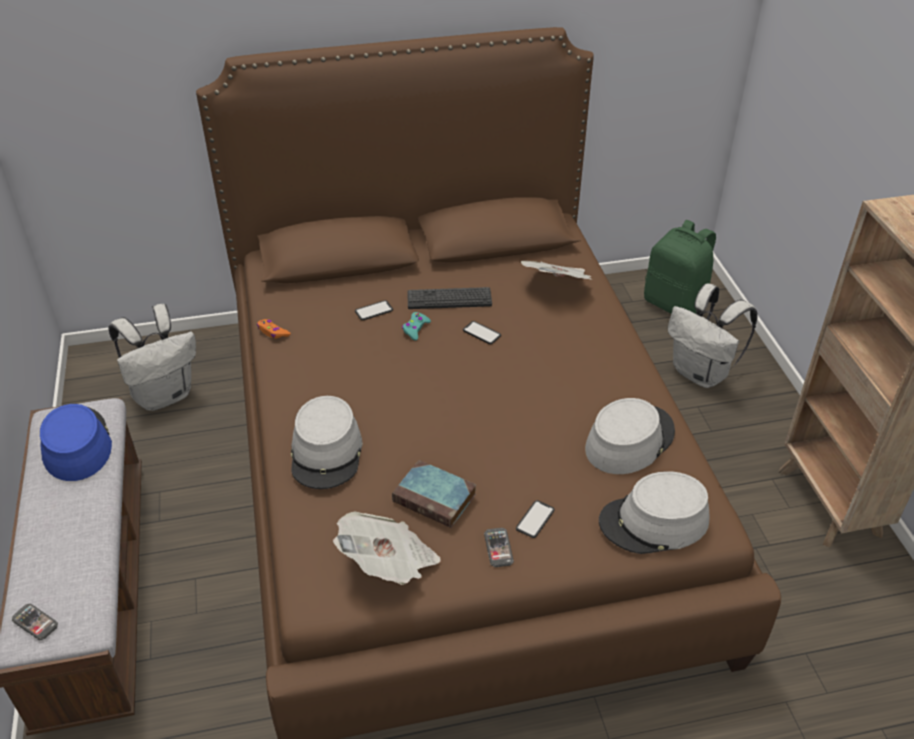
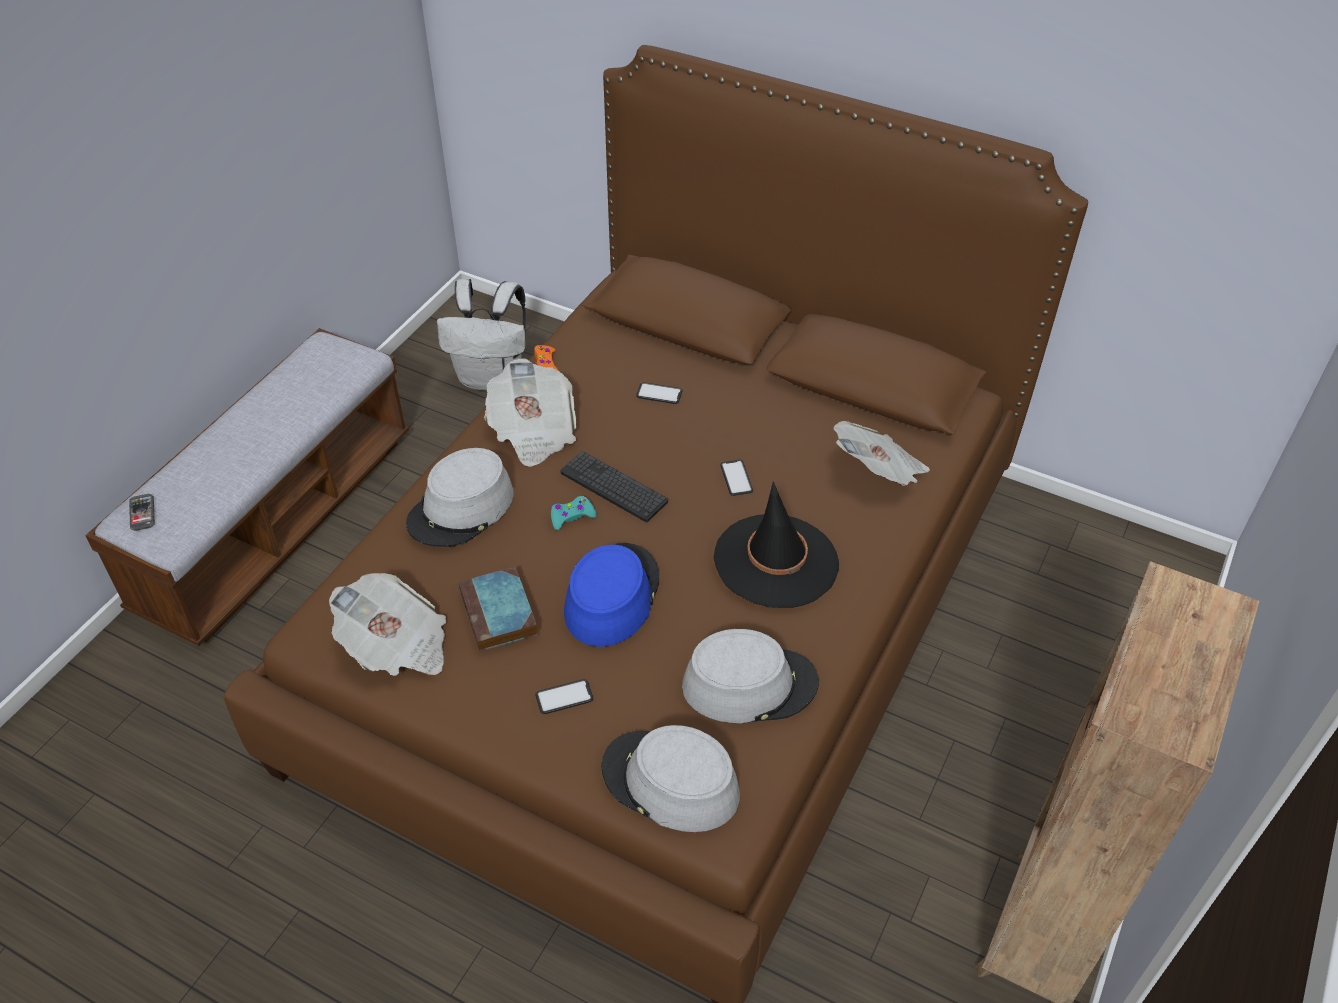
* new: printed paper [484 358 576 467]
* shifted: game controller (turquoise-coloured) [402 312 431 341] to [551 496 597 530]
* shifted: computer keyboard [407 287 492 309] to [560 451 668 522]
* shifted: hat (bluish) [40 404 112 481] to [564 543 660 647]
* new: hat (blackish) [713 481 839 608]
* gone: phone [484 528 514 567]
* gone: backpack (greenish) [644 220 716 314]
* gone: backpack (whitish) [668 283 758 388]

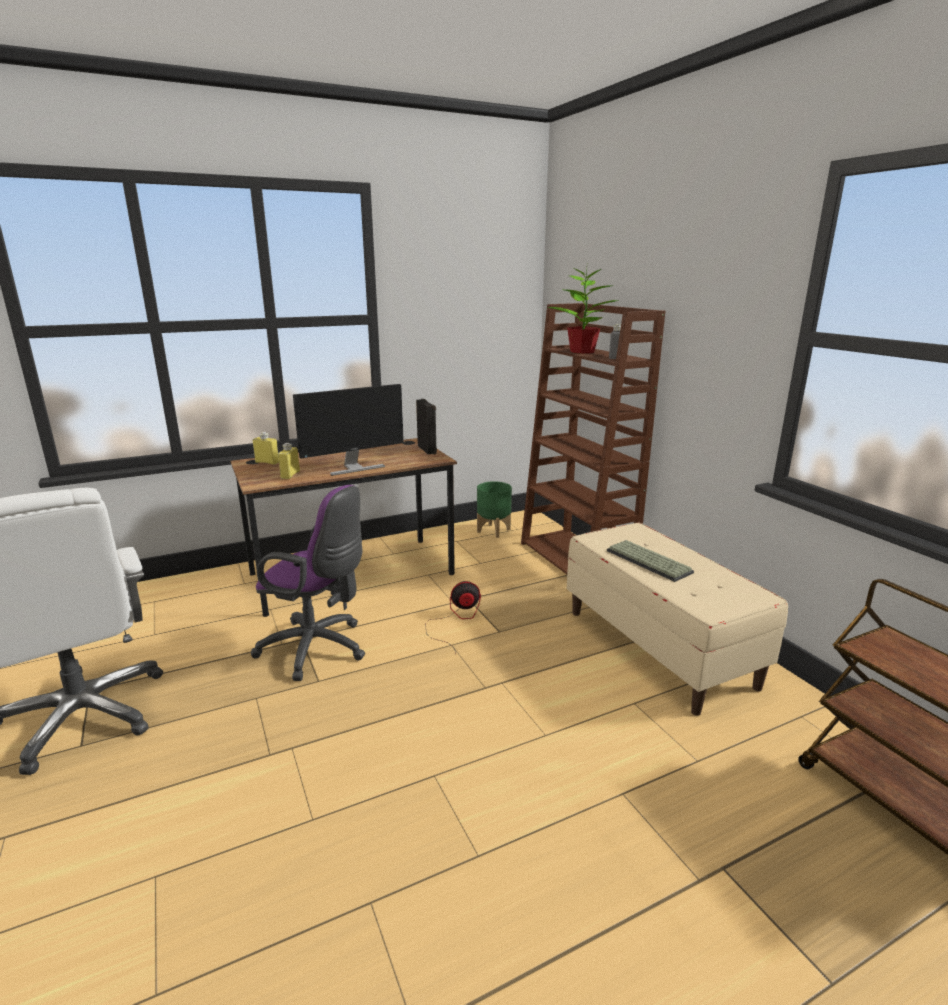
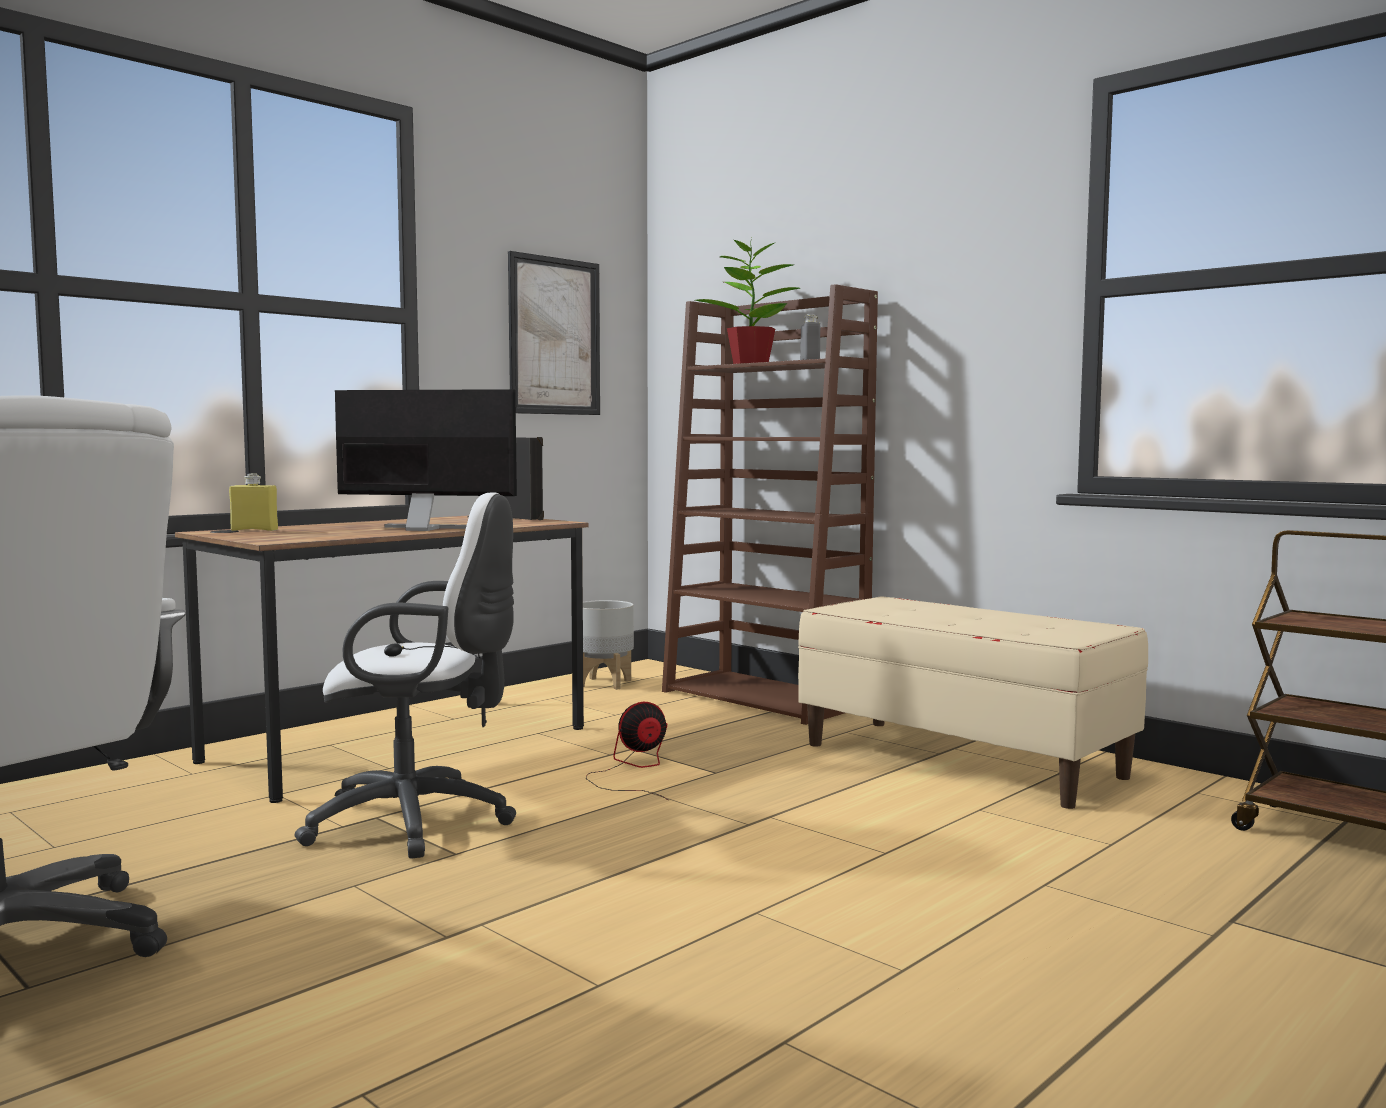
* repainted: office chair (purplish) [251 485 365 681] to office chair (whitish) [295 492 516 859]
* rotated: monitor [293 384 404 476] = [335 389 517 531] 120 degrees counterclockwise
* new: wall picture [508 251 600 415]
* repainted: plant pot (greenish) [477 481 512 538] to plant pot (greyish) [583 600 634 690]
* gone: beverage bottle (yellowish) [278 443 300 479]
* gone: computer keyboard [607 540 694 582]

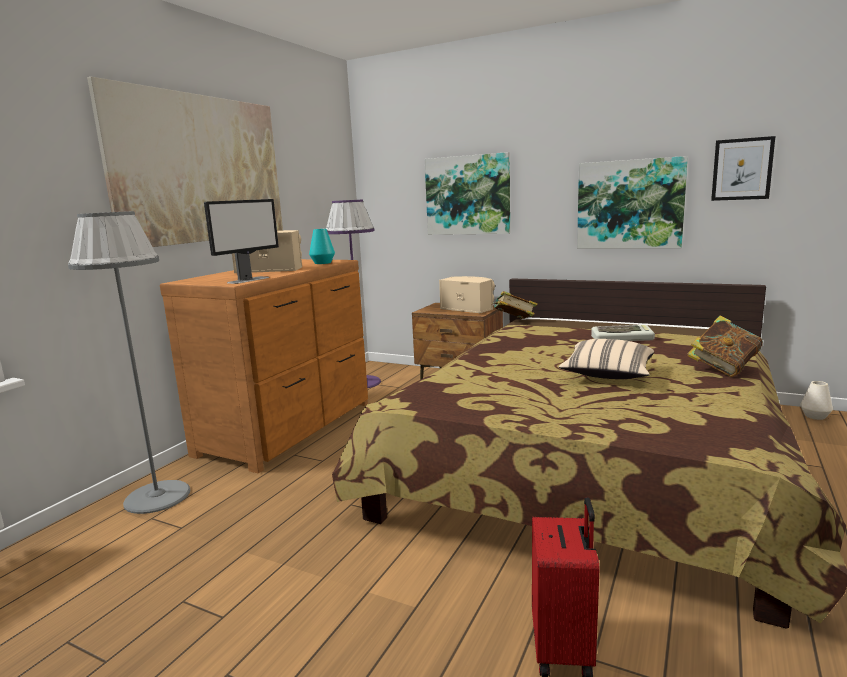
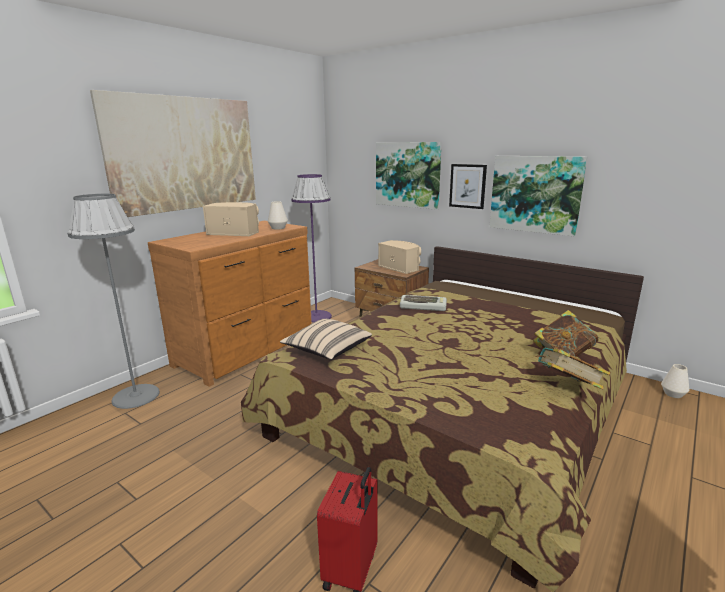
* repainted: vase (turquoise-coloured) [309 229 335 264] to vase (whitish) [268 201 288 230]
* shifted: pillow (sand-coloured) [559 339 654 379] to [280 319 372 360]
* shifted: computer keyboard [591 325 655 341] to [400 295 447 311]
* shifted: wall picture [711 136 775 201] to [449 164 487 209]
* shifted: book [492 291 538 319] to [535 348 610 390]
* gone: monitor [204 199 279 284]

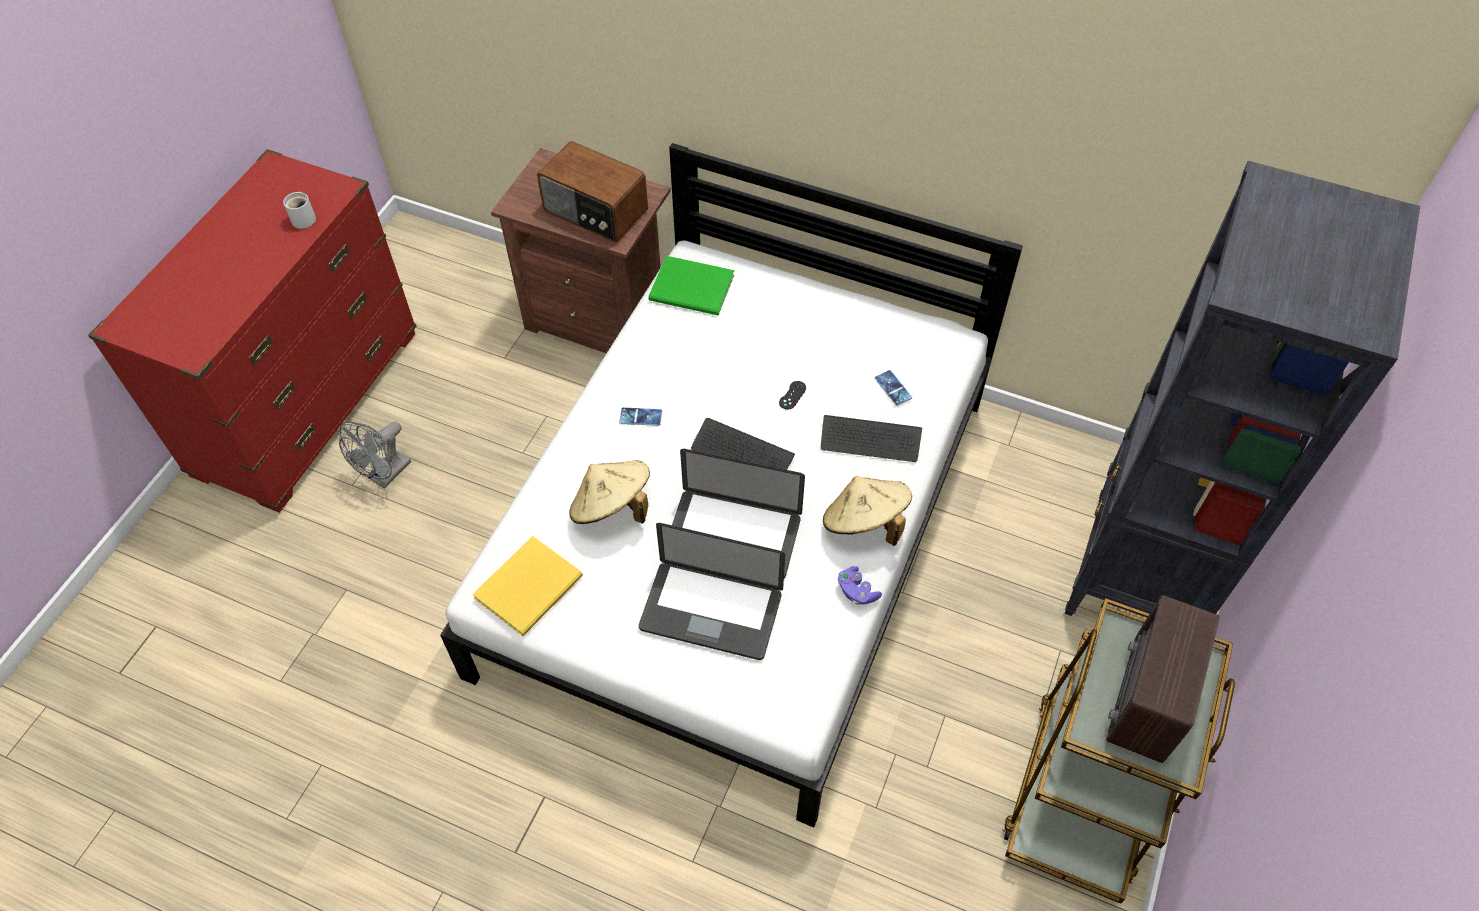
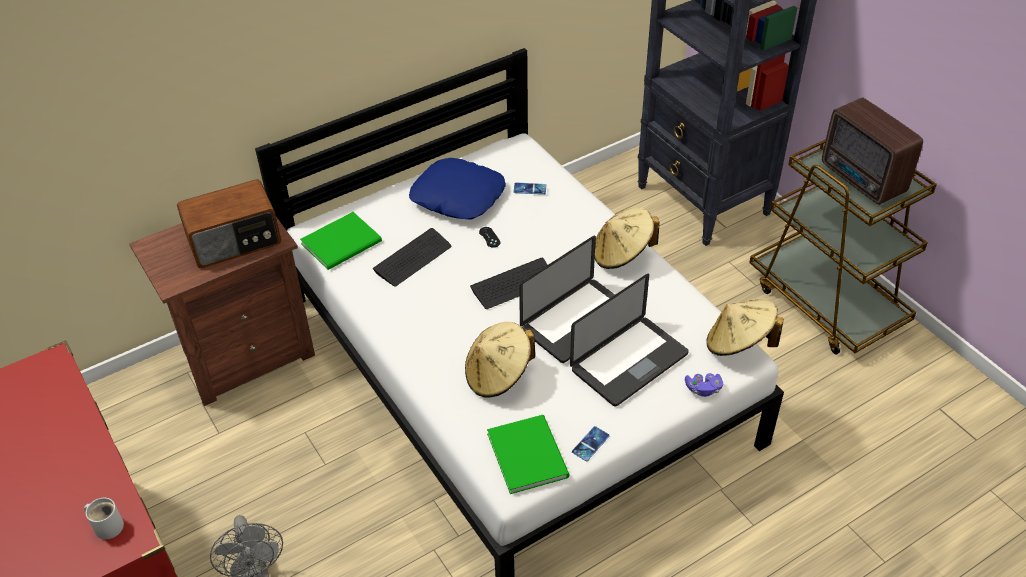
* shifted: coffee mug (whitish) [283 192 316 229] to [84 498 124 539]
* shifted: computer keyboard [821 415 922 462] to [373 228 451 287]
* new: pillow (bluish) [409 158 506 220]
* repainted: book (yellowish) [473 536 583 636] to book (greenish) [487 415 569 494]
* shifted: phone [619 407 662 426] to [572 426 610 461]
* shifted: game controller (purplish) [838 566 882 605] to [685 373 723 397]
* new: hat (sand-coloured) [706 300 784 356]

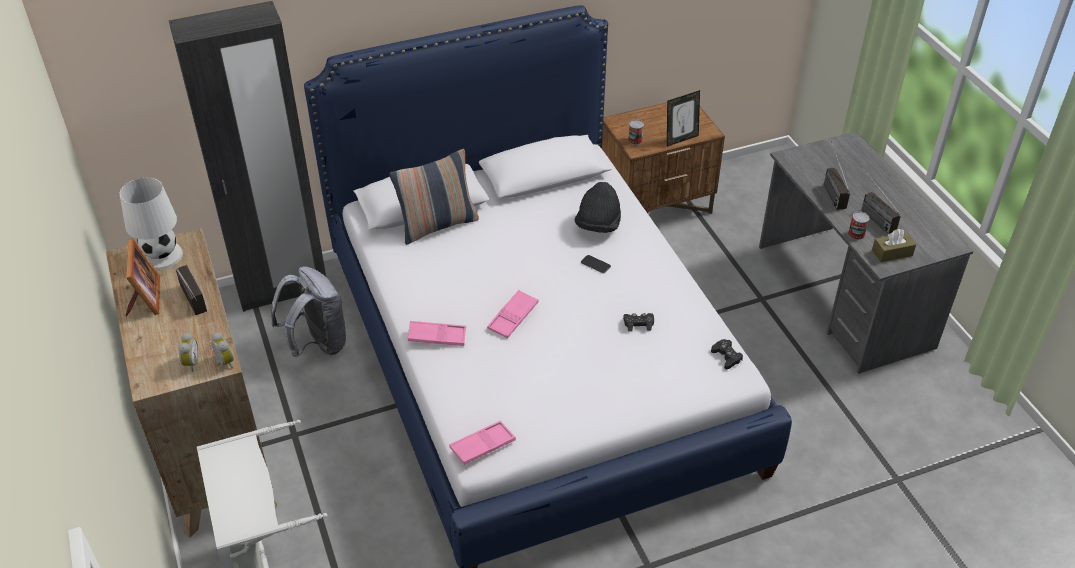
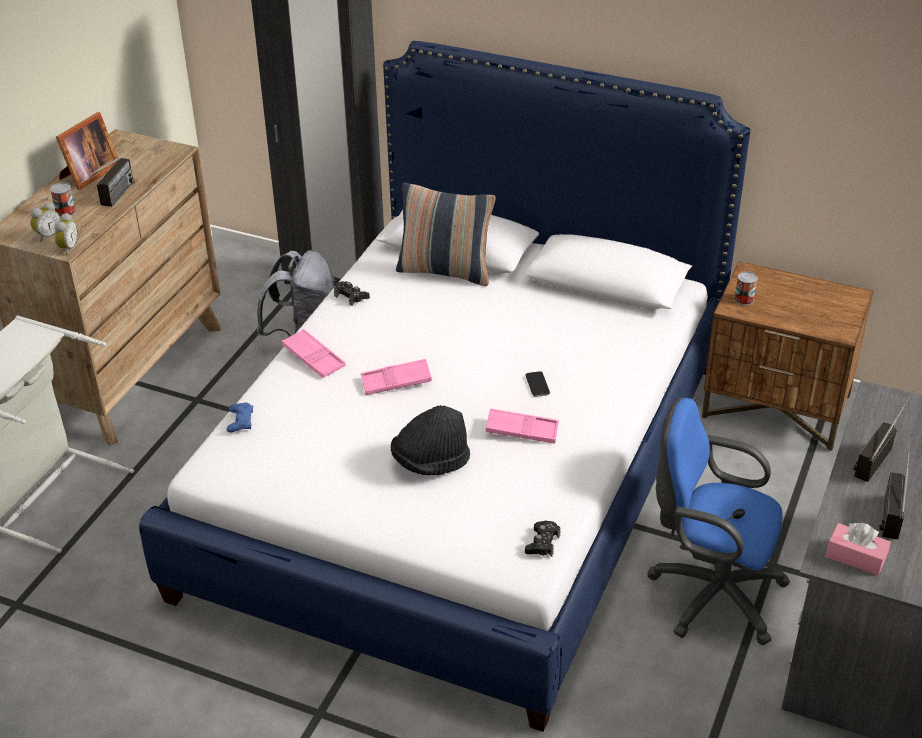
* shifted: sealed can [848 212 870 240] to [50 183 76 217]
* new: game controller (bluish) [226 402 253 432]
* shifted: game controller (blackish) [623 313 654 331] to [334 281 370 306]
* shifted: hat (blackish) [575 182 621 233] to [391 405 470 475]
* shifted: carrying tray (pinkish) [449 421 516 465] to [486 408 559 444]
* new: office chair (bluish) [647 398 790 645]
* repainted: tissue box (brown-coloured) [872 229 916 262] to tissue box (pinkish) [826 523 891 576]
* gone: tabletop lamp (whitish) [120 177 183 270]
* gone: standing frame [667 90 700 147]

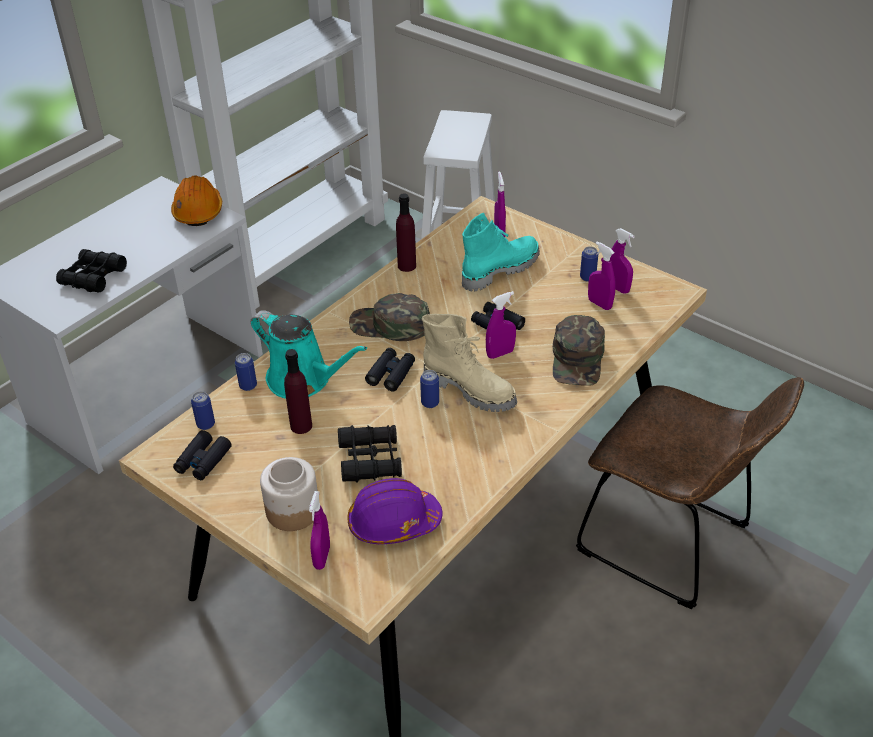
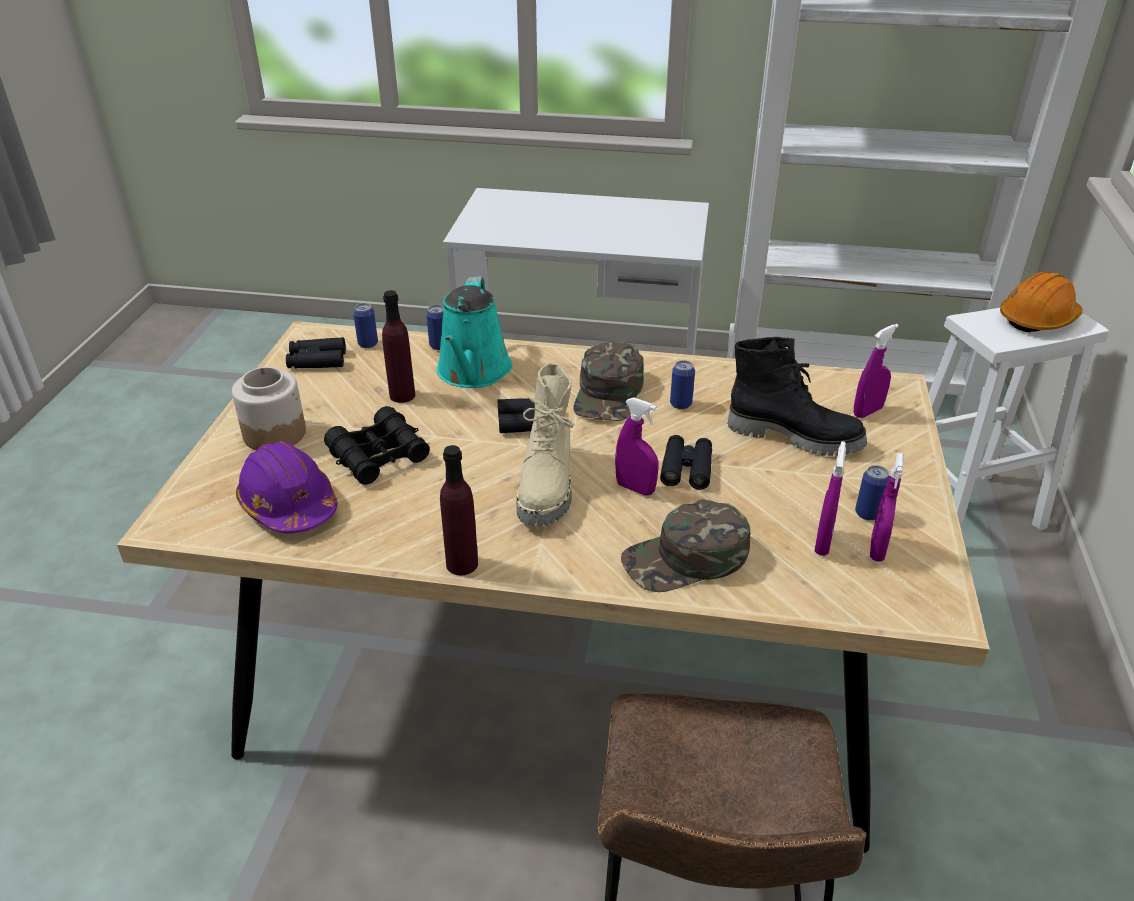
* shifted: beverage bottle (purplish) [396 193 416 272] to [440 445 478 575]
* rotated: peaked cap (greenish) [349 293 430 341] = [573 341 644 421] 150 degrees counterclockwise
* shifted: sealed can [420 370 439 408] to [670 360 695 409]
* repainted: tall boot (turquoise-coloured) [462 213 540 291] to tall boot (blackish) [728 337 867 456]
* shifted: hard hat (orangey) [171 175 222 226] to [1000 271 1083 333]
* gone: pair of binoculars (blackish) [56 249 127 293]
* gone: hand sprayer (purplish) [309 491 330 570]

